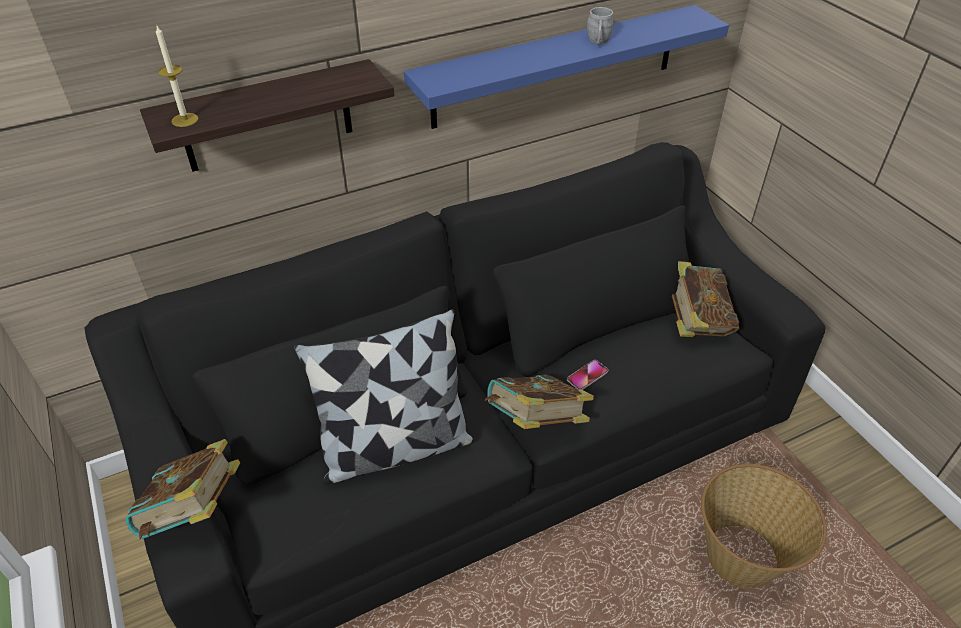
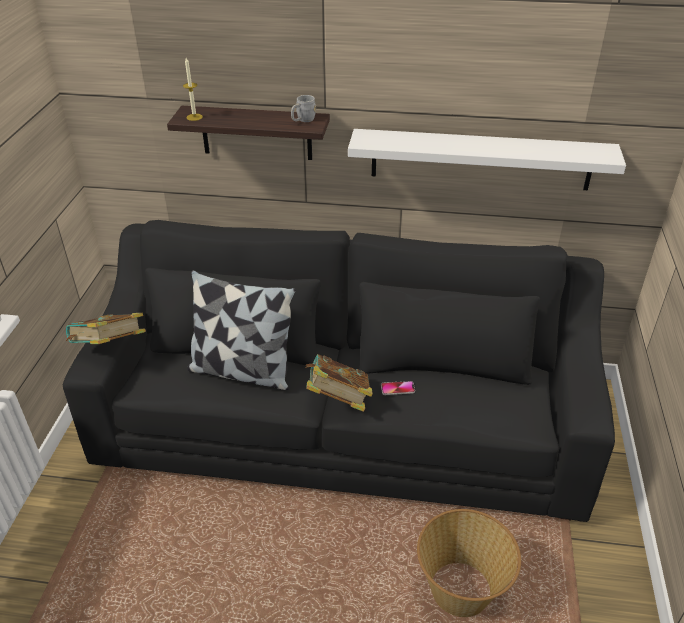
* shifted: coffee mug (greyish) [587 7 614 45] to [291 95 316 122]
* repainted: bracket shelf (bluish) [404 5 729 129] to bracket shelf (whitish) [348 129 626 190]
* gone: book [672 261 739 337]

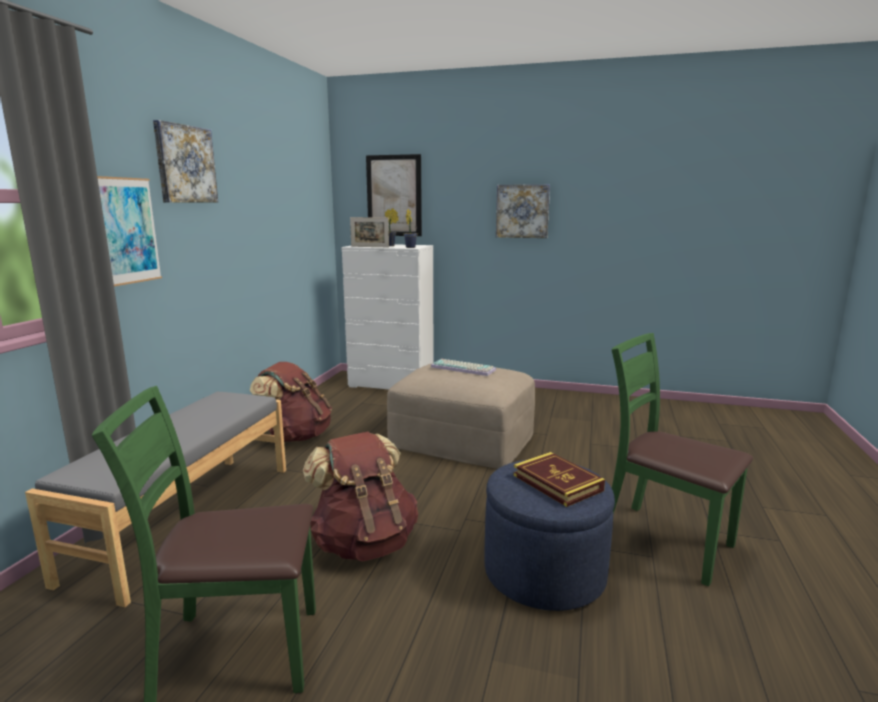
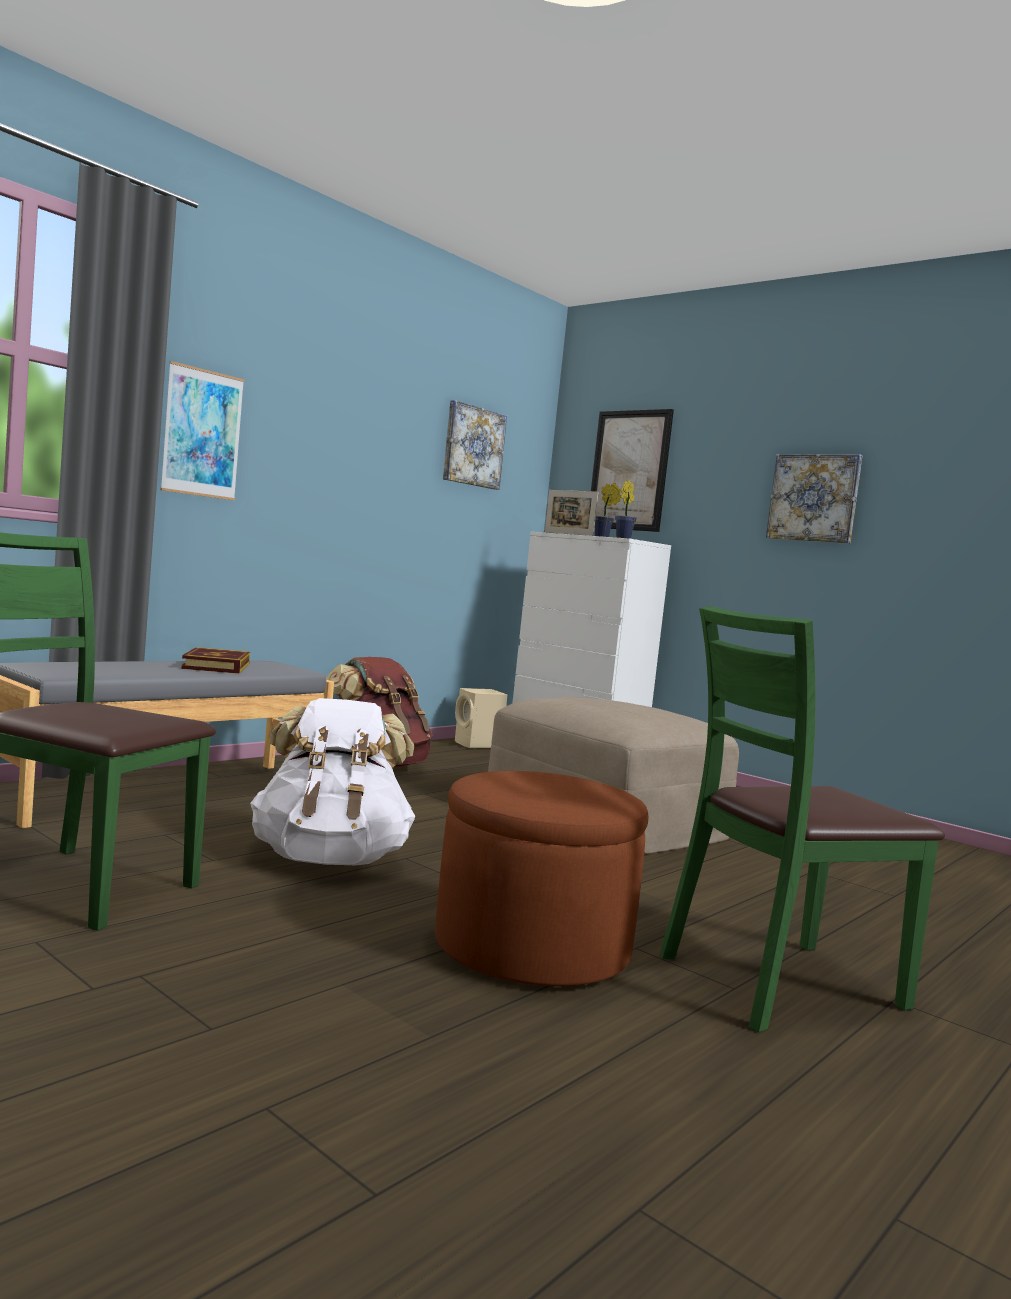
* shifted: book [513 452 605 507] to [181 647 250 674]
* repainted: backpack (brown-coloured) [303 431 418 561] to backpack (whitish) [250 698 416 865]
* repainted: pouffe (bluish) [485 460 615 611] to pouffe (brown-coloured) [435 771 648 986]
* shifted: wall picture [153 120 218 202] to [443 400 507 490]
* new: audio speaker (sand-coloured) [455 688 507 748]
* rotated: chair (greenish) [611 333 753 587] = [660 606 945 1032] 90 degrees counterclockwise
* gone: computer keyboard [431 359 496 376]

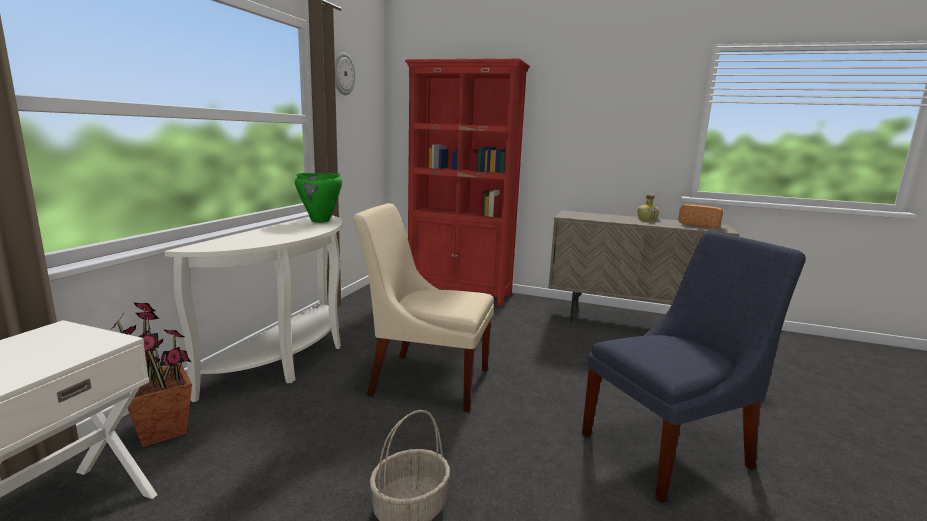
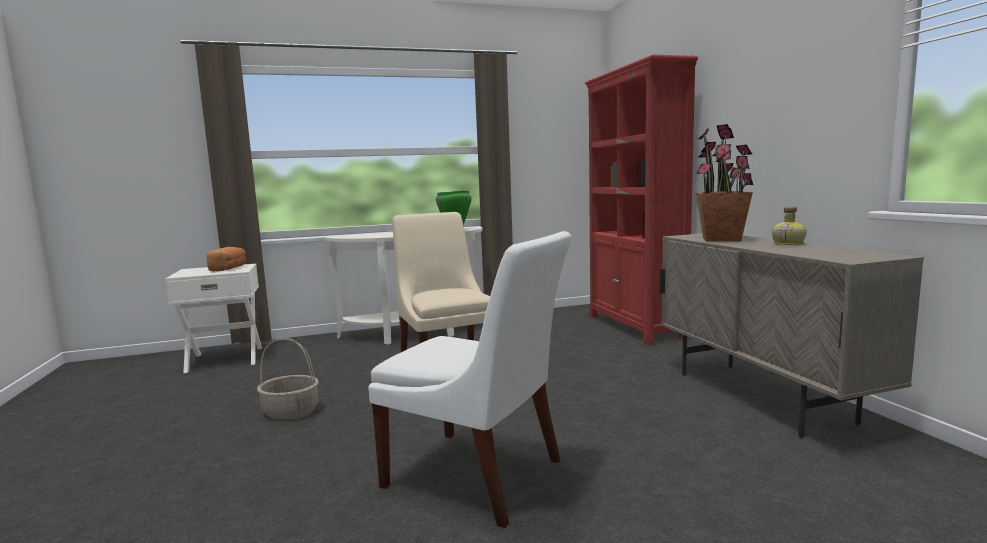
* shifted: bread [678 204 723 228] to [206 247 246 272]
* repainted: chair (bluish) [582 231 806 503] to chair (whitish) [368 231 572 528]
* shifted: potted plant [110 303 192 447] to [696 124 753 242]
* gone: clock on the wall [335 52 356 95]

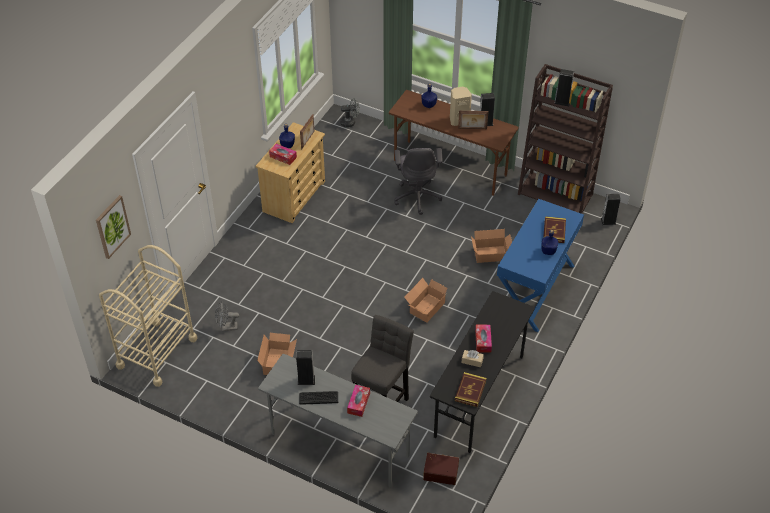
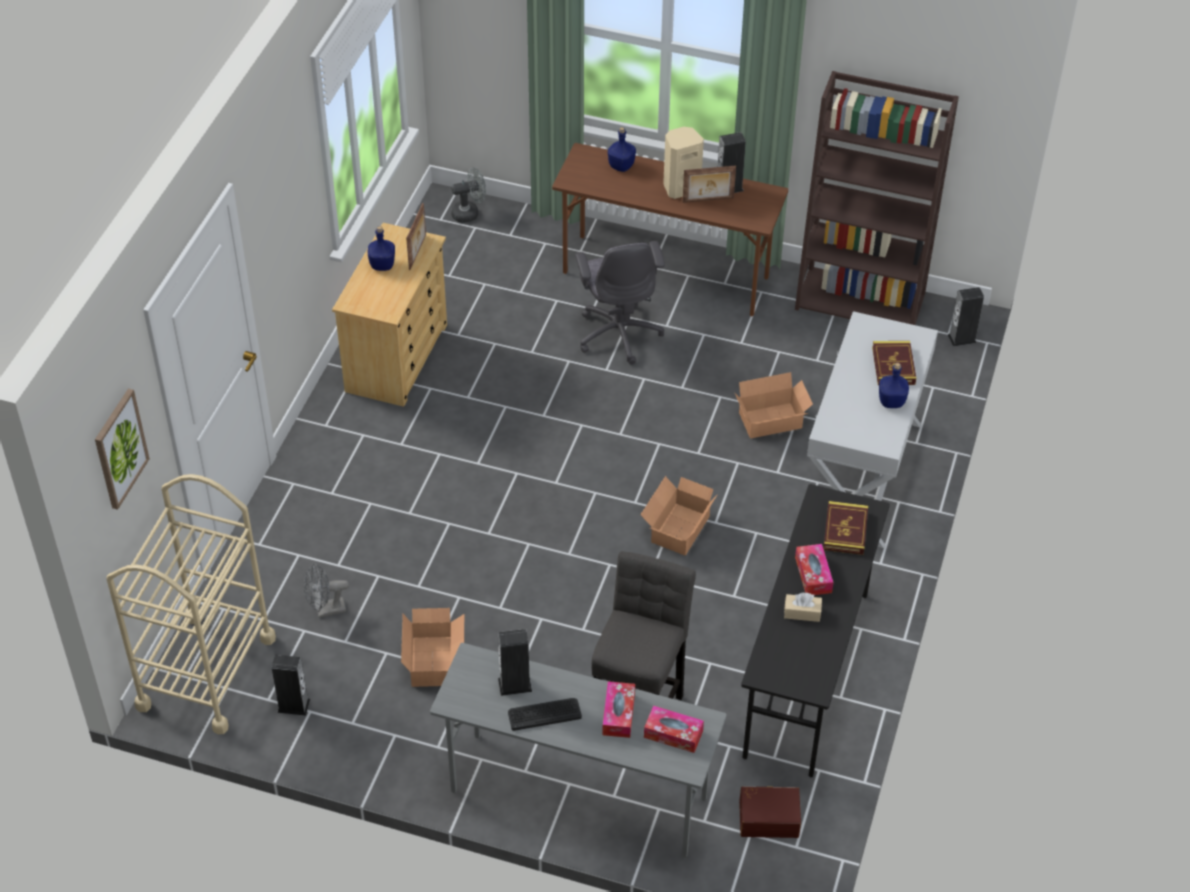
* shifted: audio speaker [554 69 574 106] to [272 655 310 716]
* shifted: tissue box [269 144 297 165] to [644 706 704 753]
* repainted: narrow table (bluish) [497 199 584 332] to narrow table (whitish) [807 311 938 548]
* shifted: book [455 372 486 407] to [823 501 868 555]

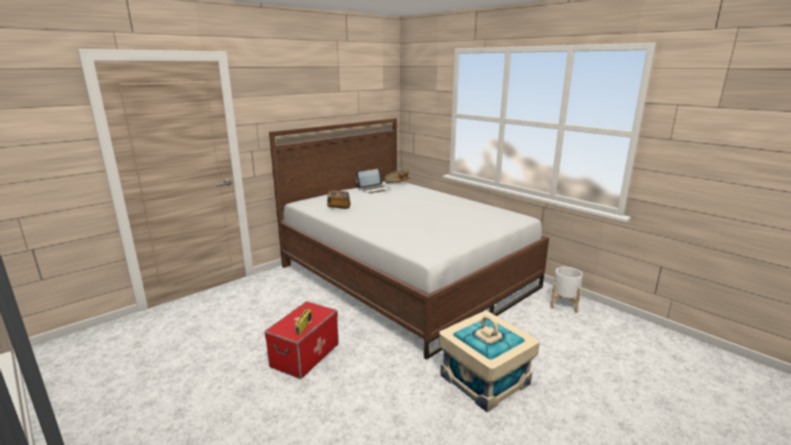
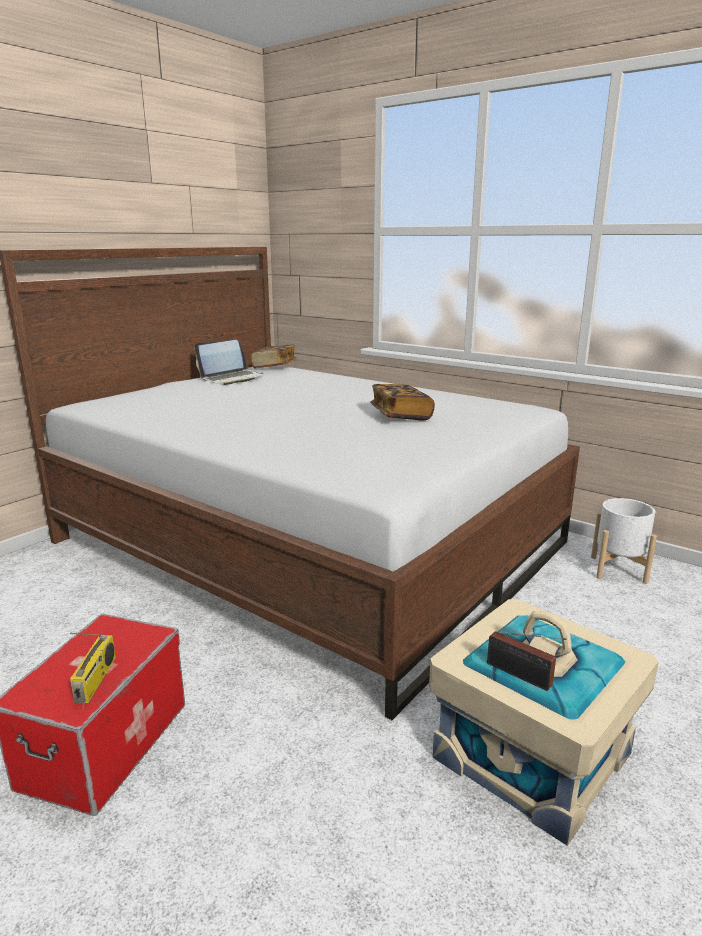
* shifted: book [327 191 350 209] to [370 384 435 421]
* new: radio set [487 631 566 691]

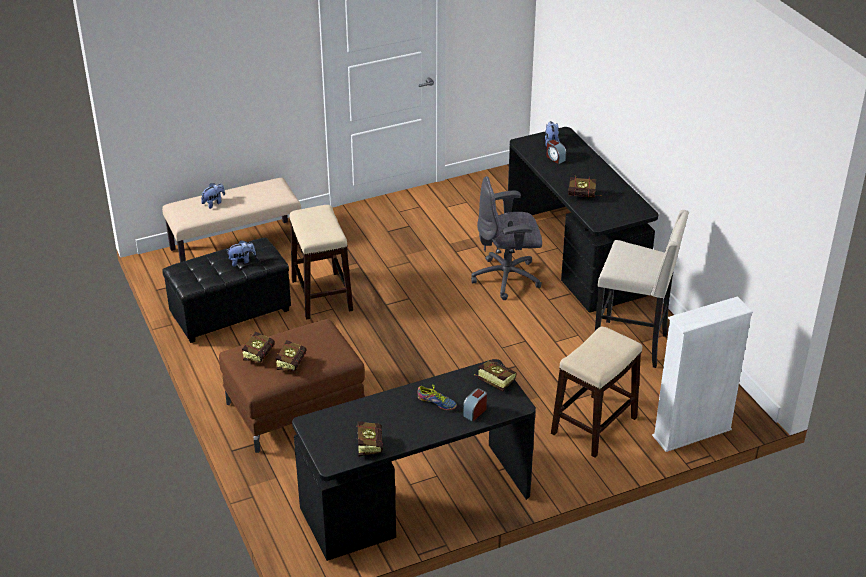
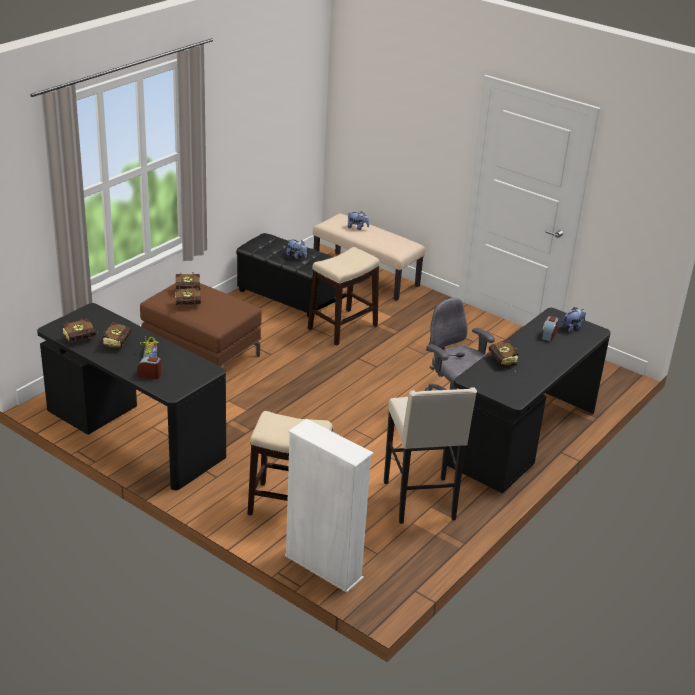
* shifted: book [474 360 517 392] to [103 322 131 348]

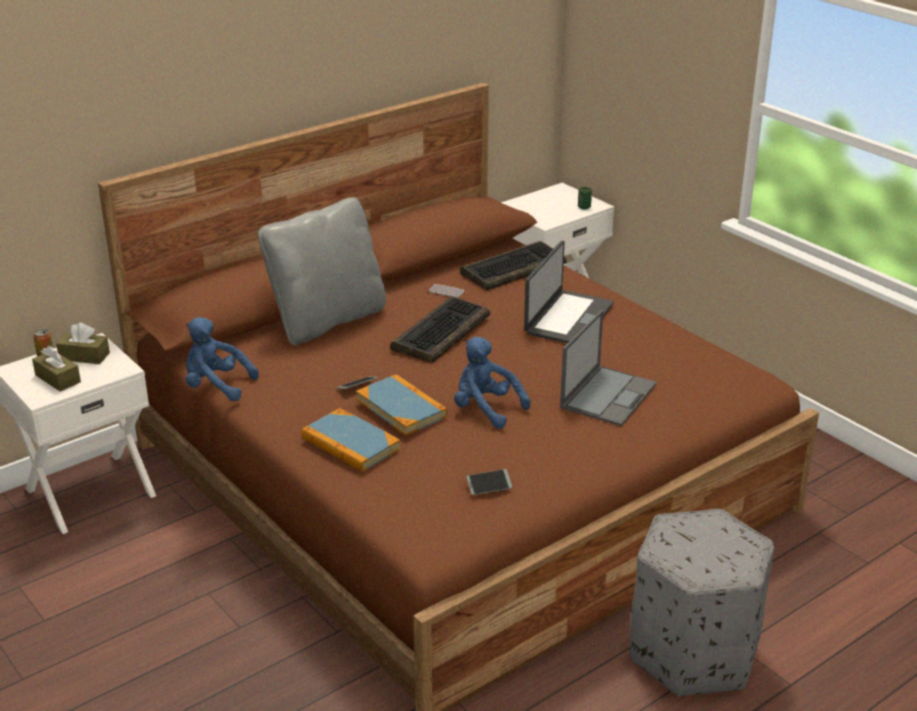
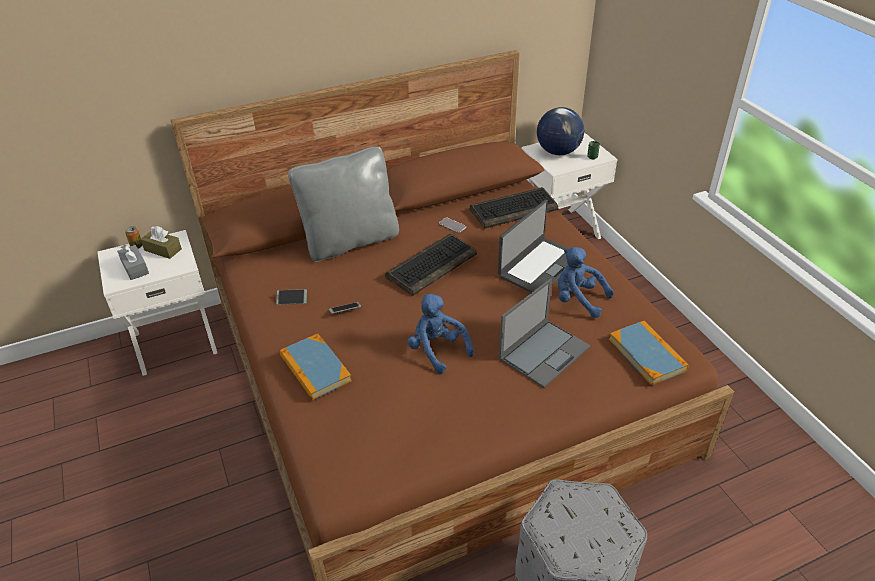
* repainted: tissue box (brown-coloured) [32 346 81 391] to tissue box (greyish) [117 245 149 280]
* shifted: phone [466 469 512 495] to [276 289 307 305]
* new: globe [537 107 584 155]
* shifted: cuddly toy (bluish) [186 317 259 401] to [558 247 614 318]
* shifted: book [356 374 448 436] to [609 321 689 385]

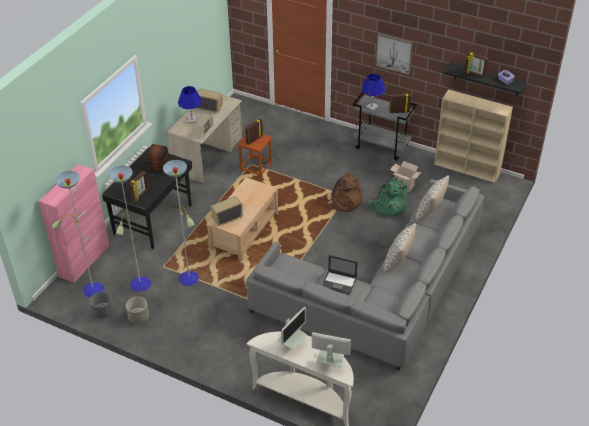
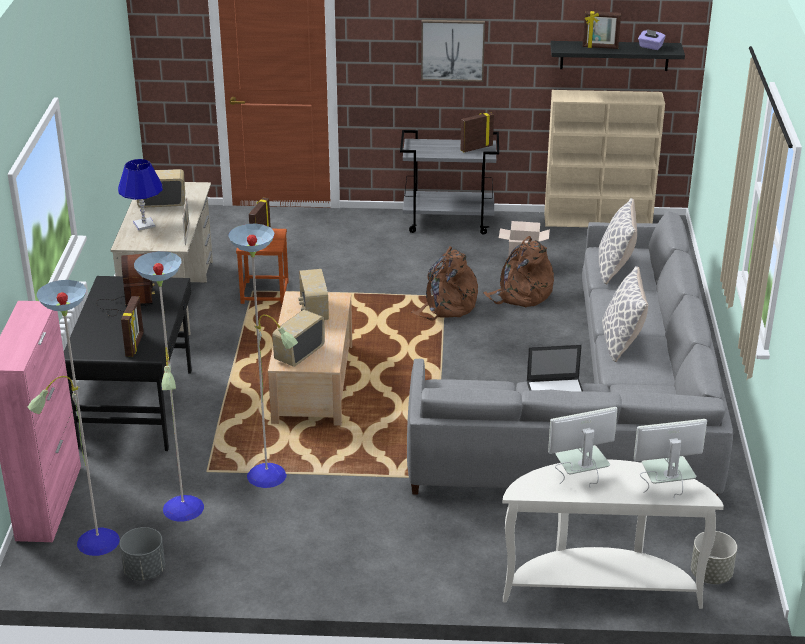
* new: radio set [298 269 329 320]
* repainted: backpack (greenish) [368 177 407 217] to backpack (brown-coloured) [483 236 554 307]
* rotated: monitor [278 307 307 349] = [548 407 618 487] 120 degrees counterclockwise
* shifted: plant pot (greyish) [126 297 149 324] to [691 531 737 584]
* gone: tabletop lamp (bluish) [362 74 385 111]

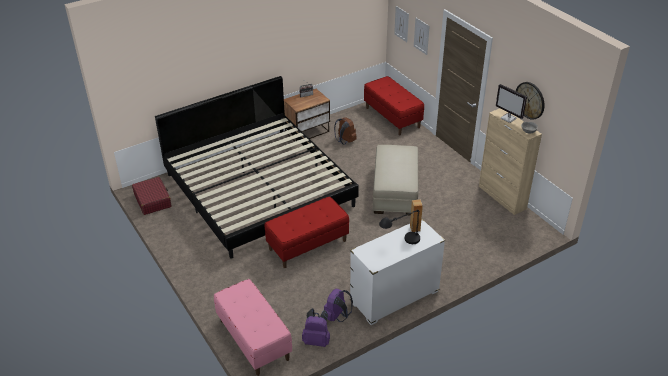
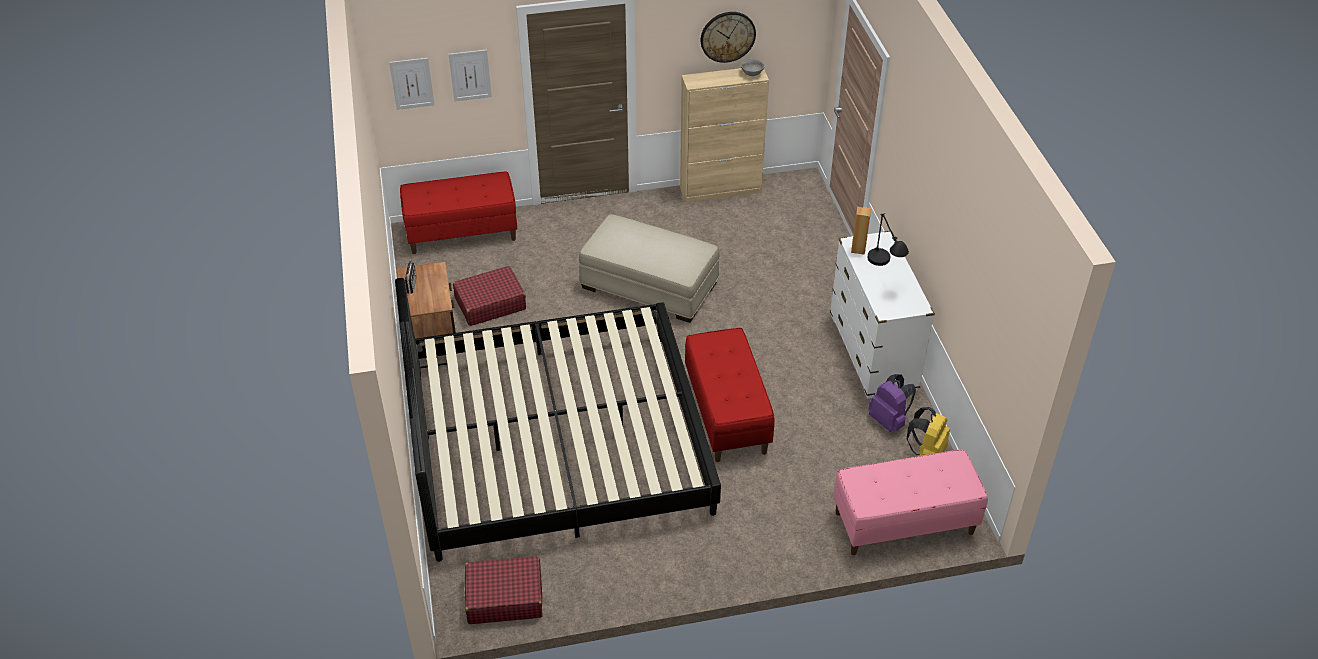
* swapped: backpack (brown-coloured) [334 117 357 145] to piece of luggage (reddish) [453 266 526 326]
* repainted: backpack (purplish) [302 308 330 347] to backpack (yellowish) [907 407 950 456]
* gone: monitor [496 84 527 123]

